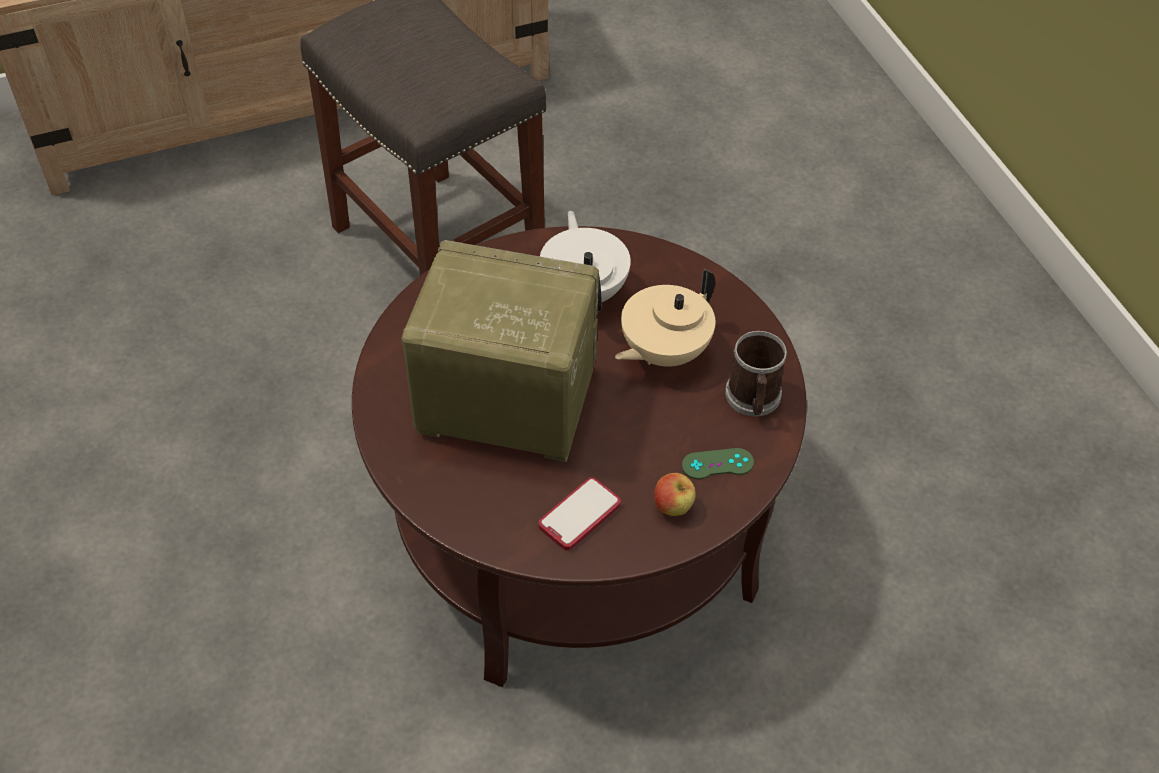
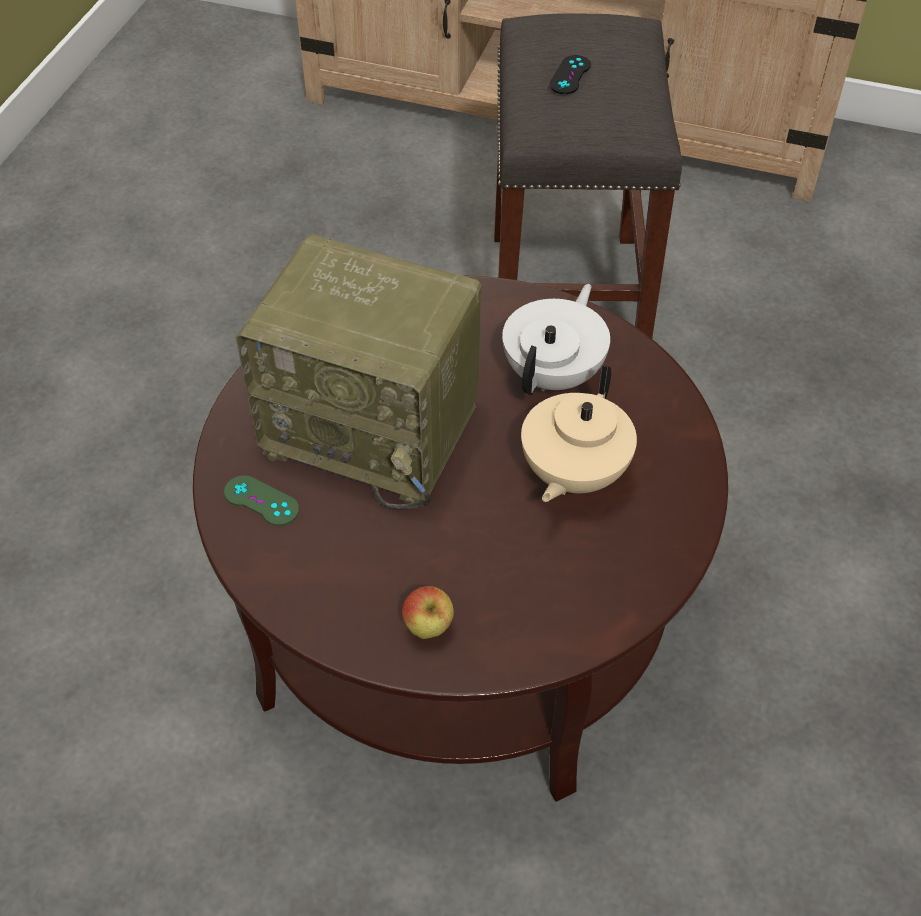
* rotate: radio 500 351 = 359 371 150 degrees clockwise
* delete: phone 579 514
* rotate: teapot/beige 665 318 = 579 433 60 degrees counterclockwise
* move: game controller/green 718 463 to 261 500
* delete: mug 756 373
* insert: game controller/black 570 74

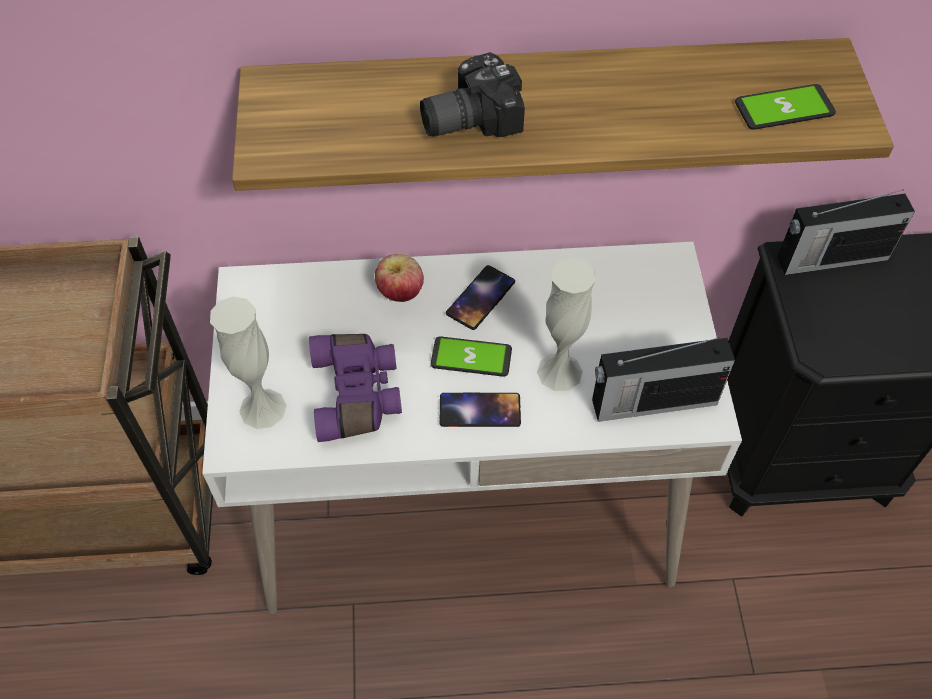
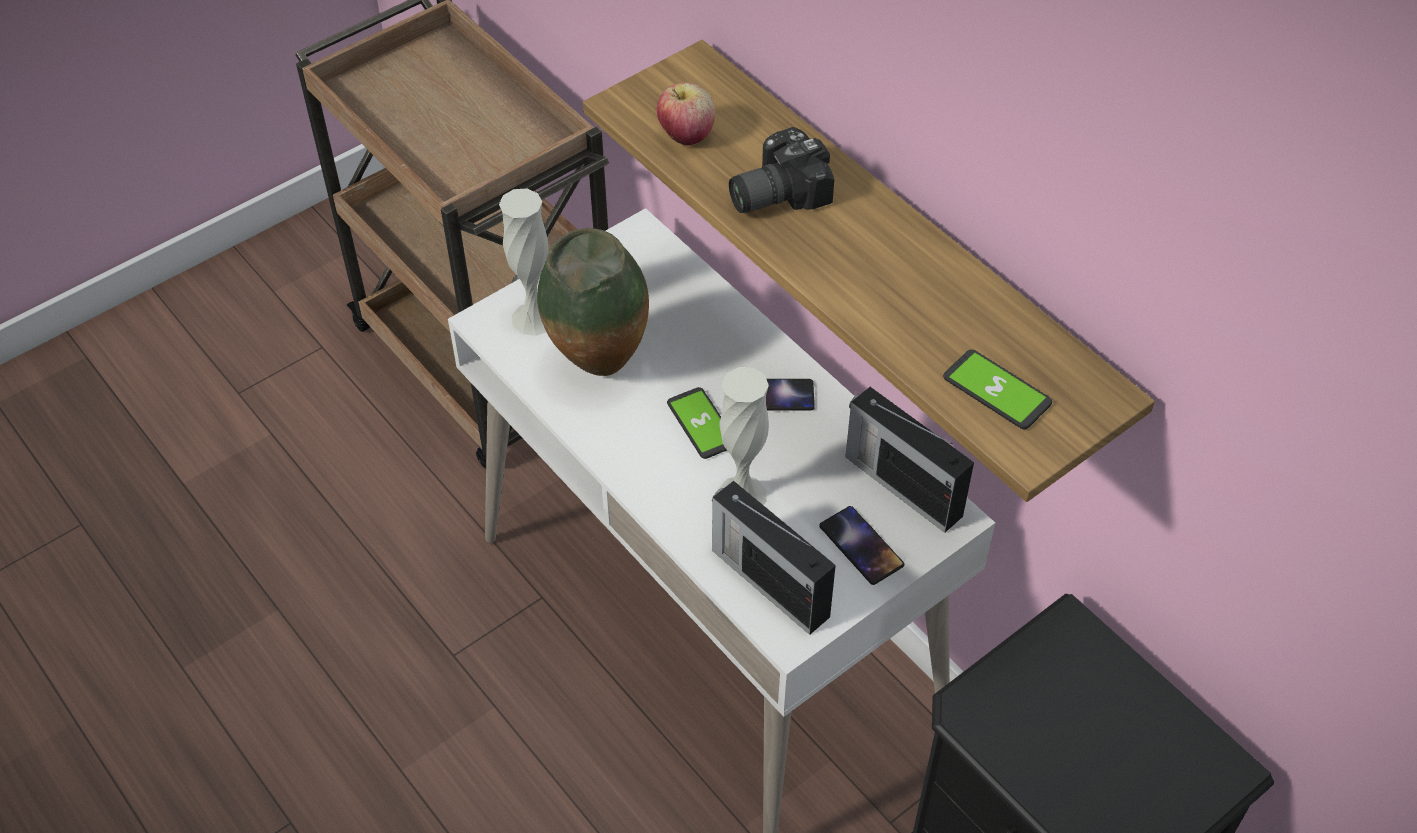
* replace: binoculars/purple 355 388 to vase 593 302
* move: apple 399 278 to 686 114
* rotate: photo camera 472 94 = 781 170 60 degrees counterclockwise
* move: phone 480 410 to 861 545
* move: radio 846 232 to 909 460

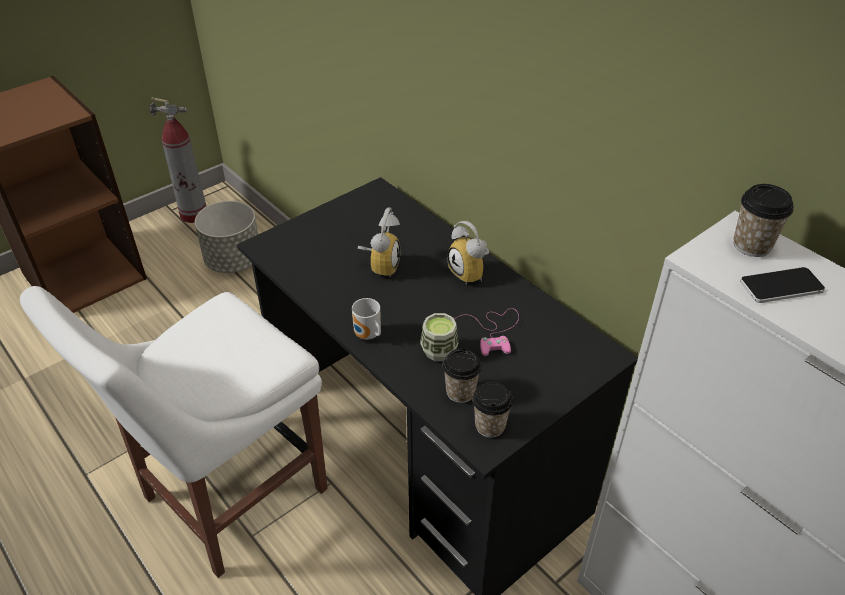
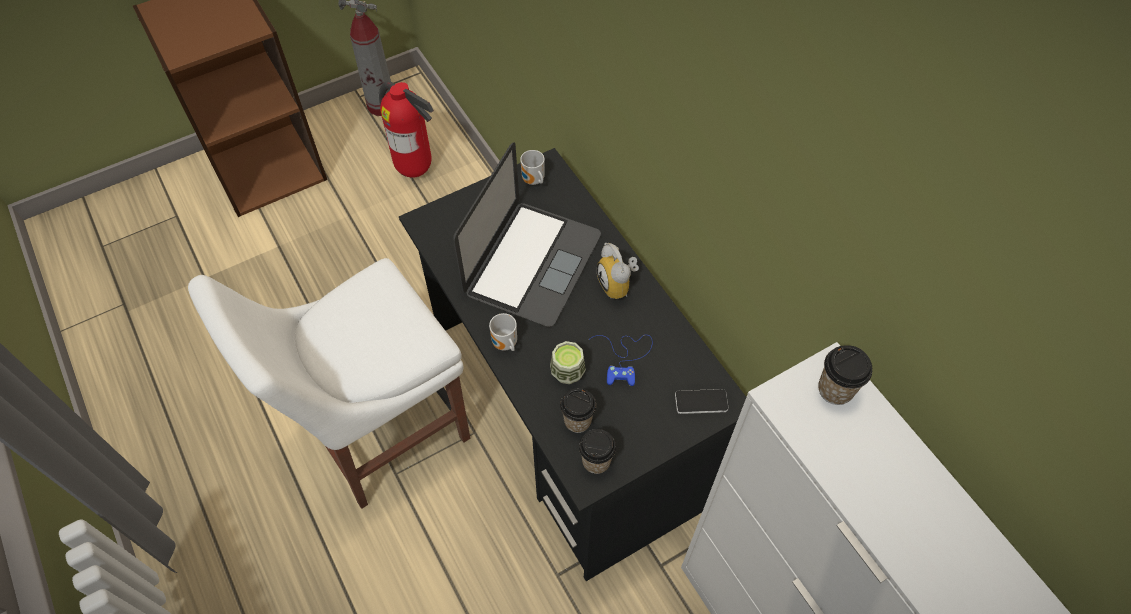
* replace: planter/grey 226 237 to fire extinguisher 406 129
* replace: alarm clock 379 242 to laptop 527 235
* recolor: game controller/pink 487 332 to game controller/blue 621 360
* move: phone 782 285 to 701 401
* insert: mug 532 167

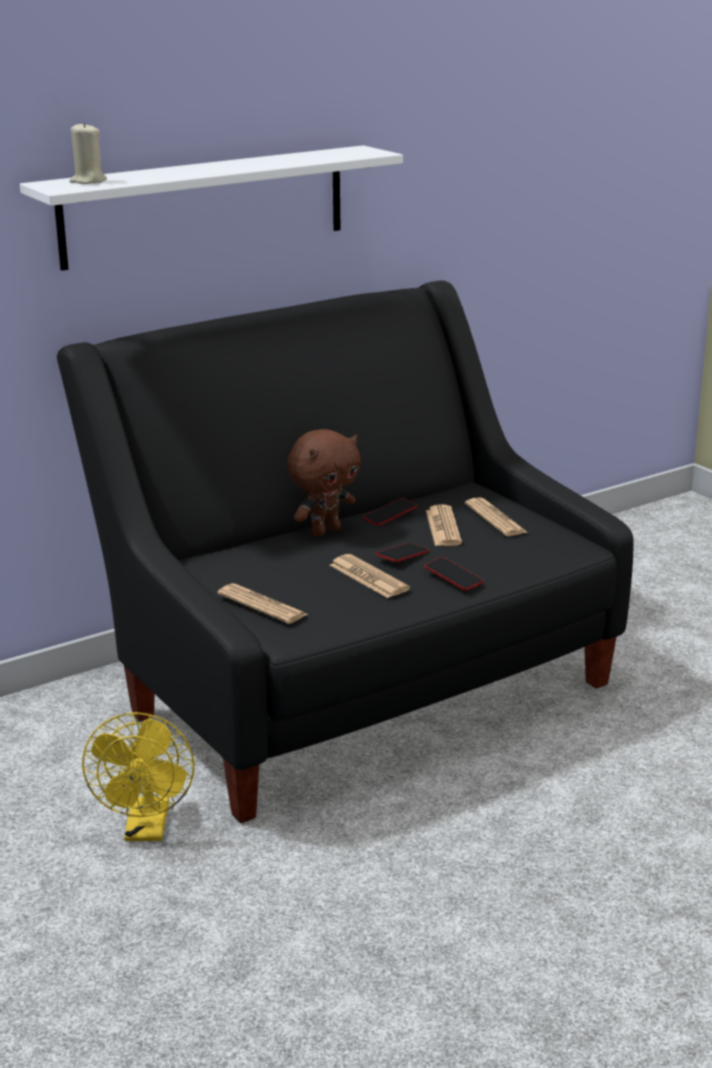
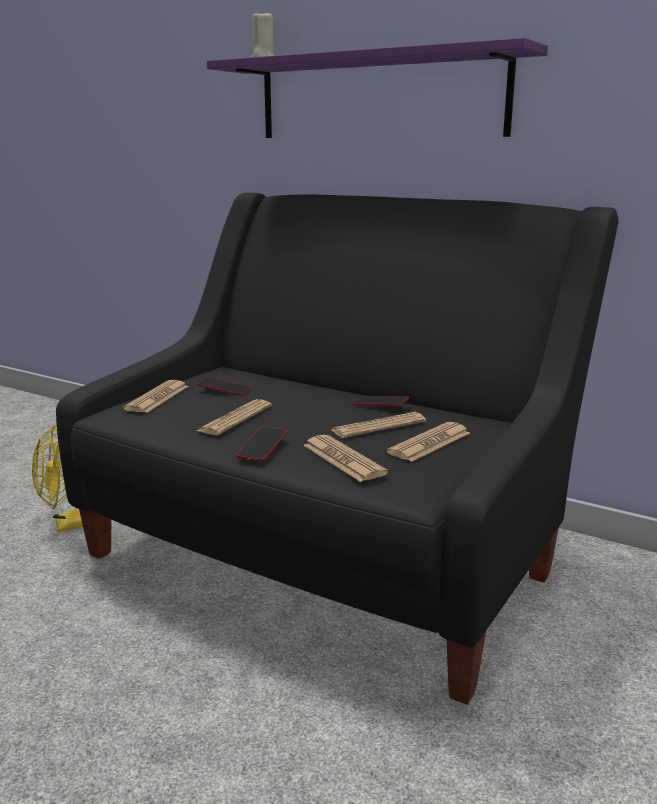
* recolor: shelf/white 211 208 to shelf/purple 377 87
* delete: plush toy/brown 324 483
* move: phone 402 552 to 224 386
* insert: newspaper 345 458

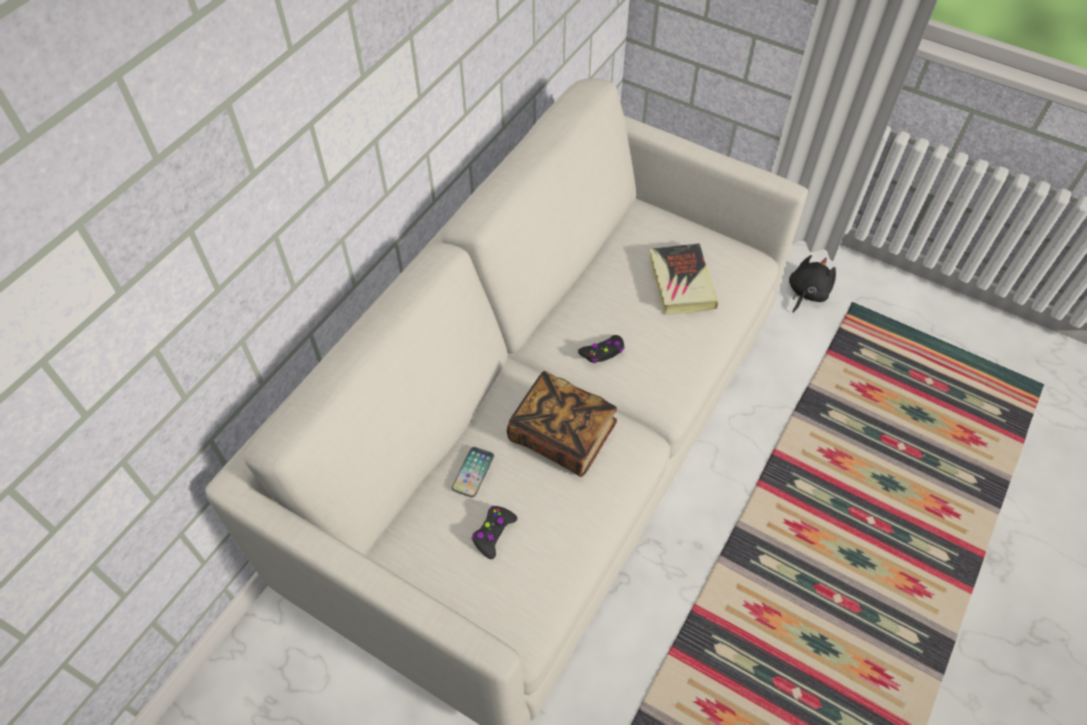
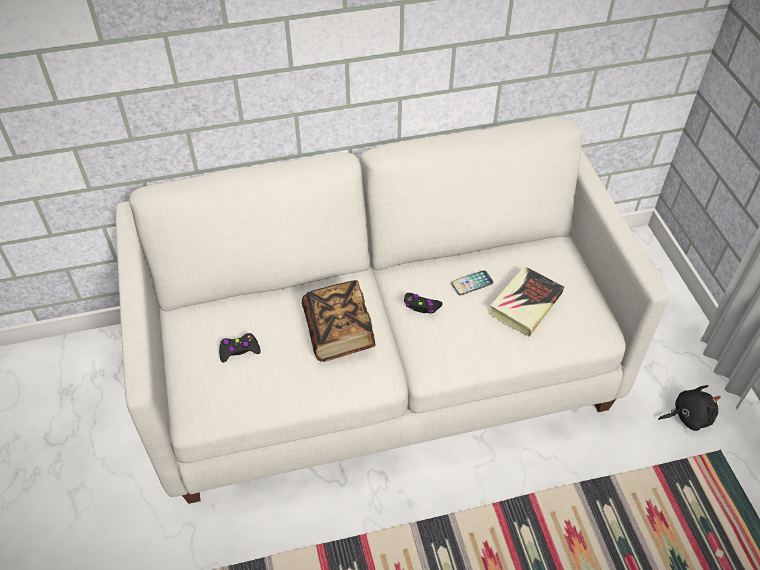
* move: phone 473 472 to 472 282

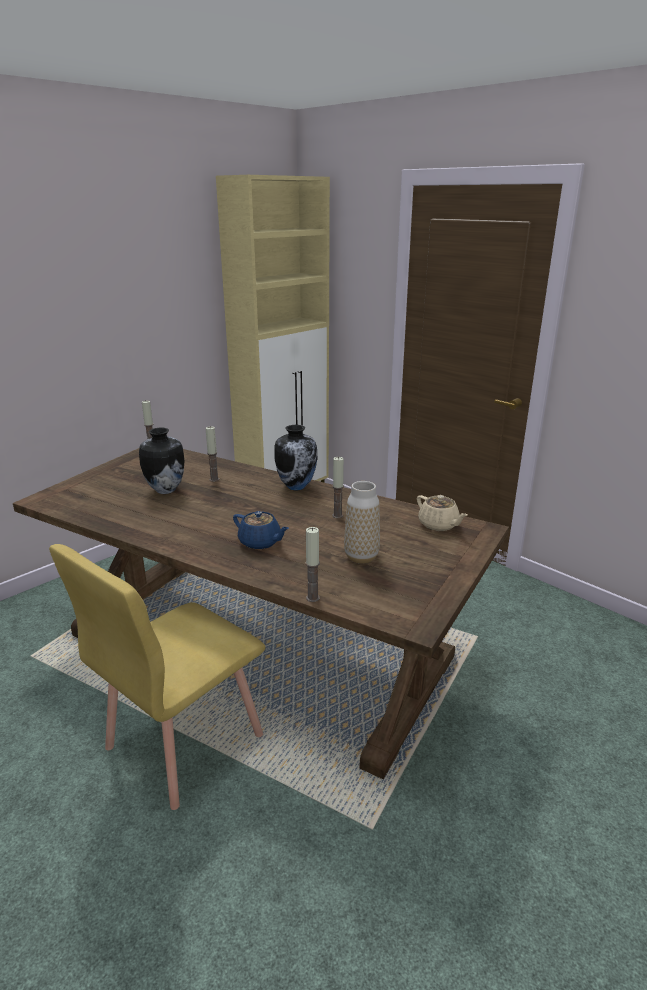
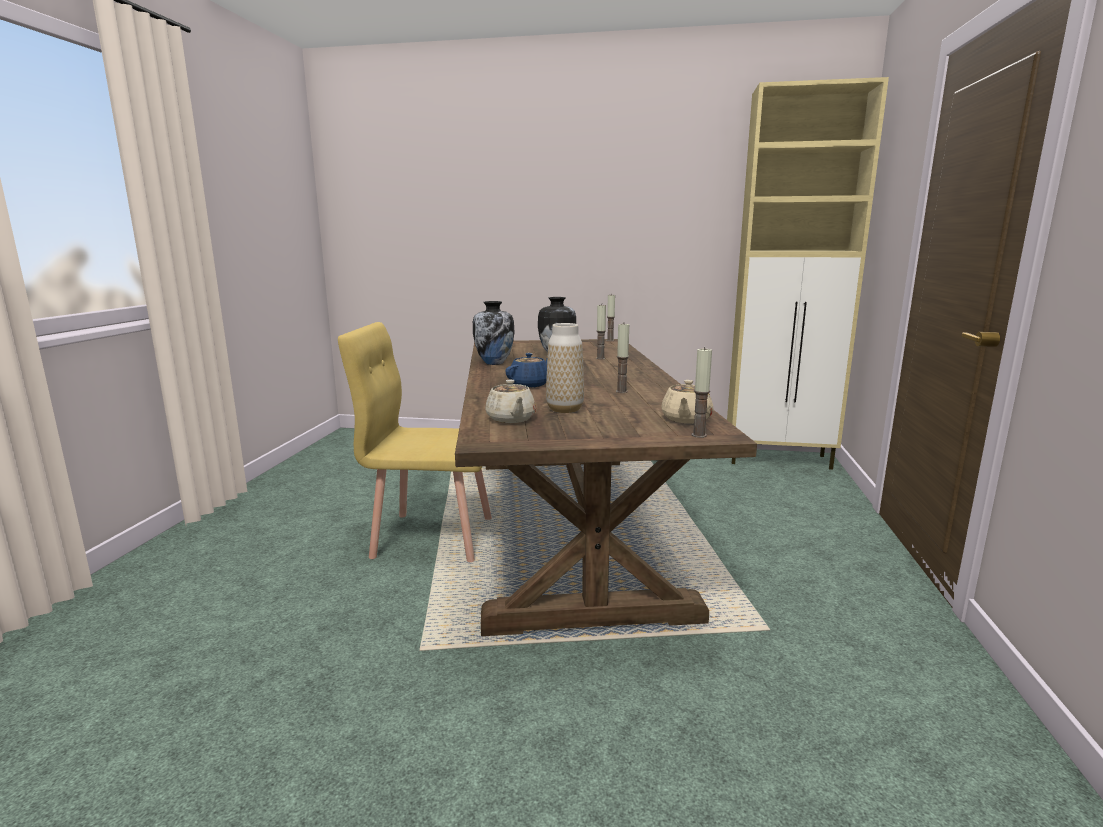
* rotate: teapot/blue 261 530 = 526 370 135 degrees counterclockwise
* move: vase 295 457 to 493 333
* move: candle 312 564 to 701 392
* insert: teapot/beige 511 401

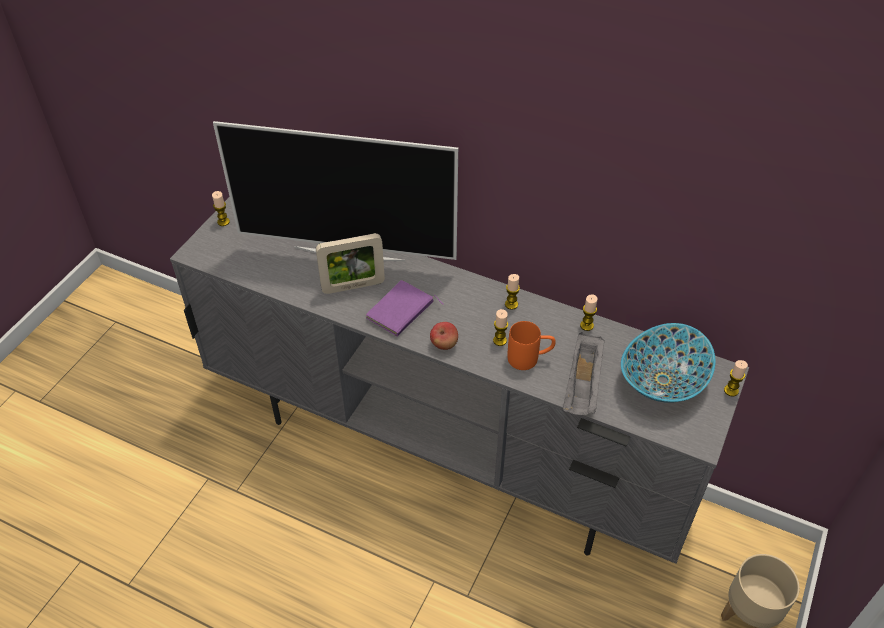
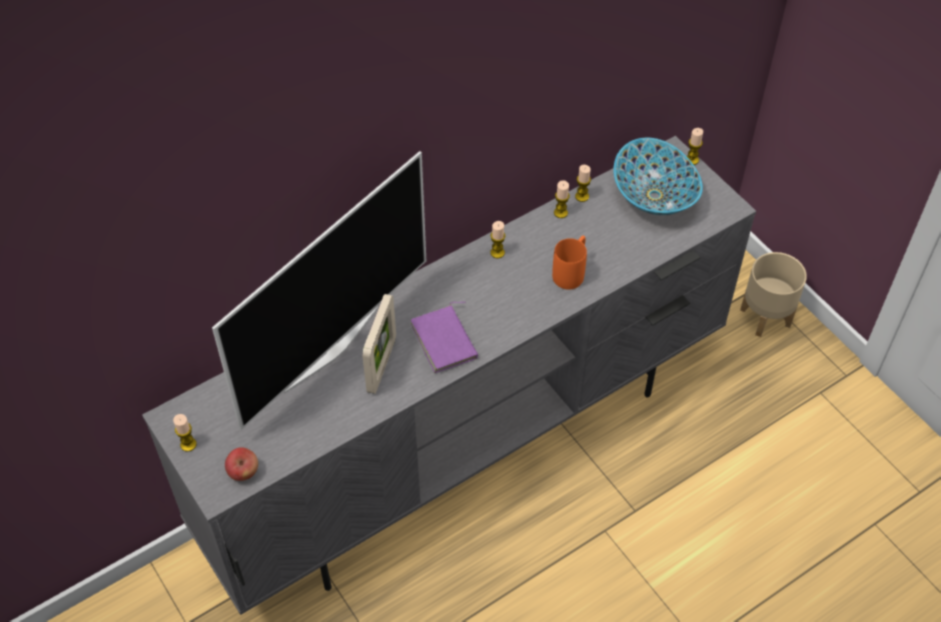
* move: apple 444 336 to 241 464
* move: candle 500 327 to 583 183
* delete: tray/grey 584 373

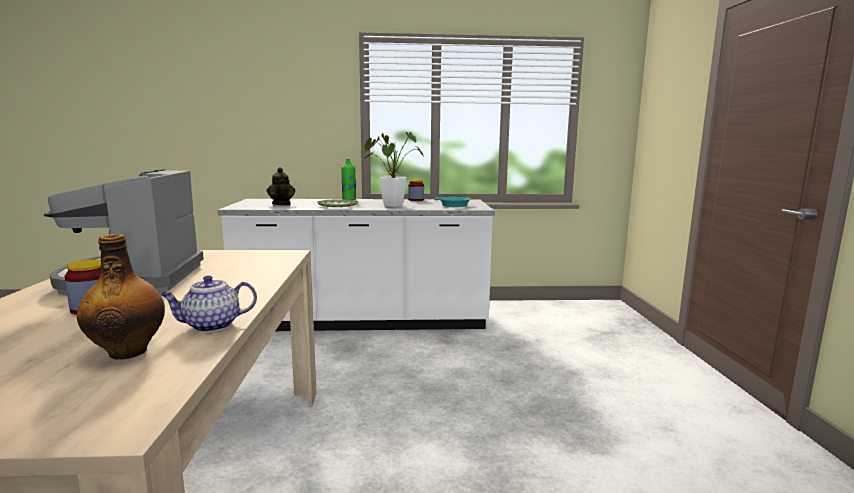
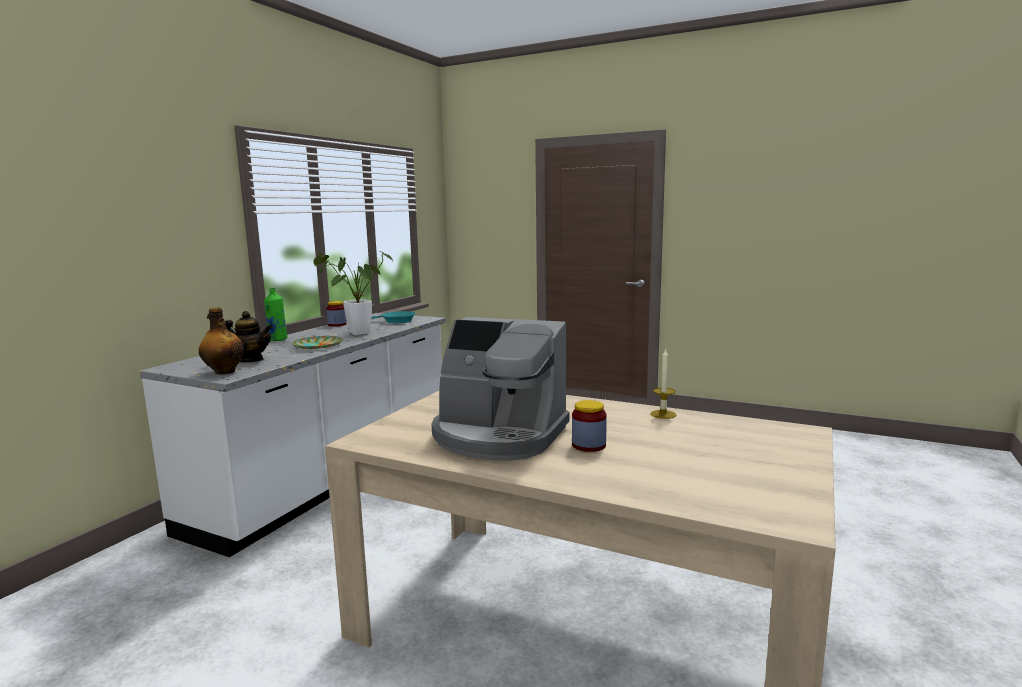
* move: bottle 120 296 to 221 340
* replace: teapot 208 303 to candle 663 384

